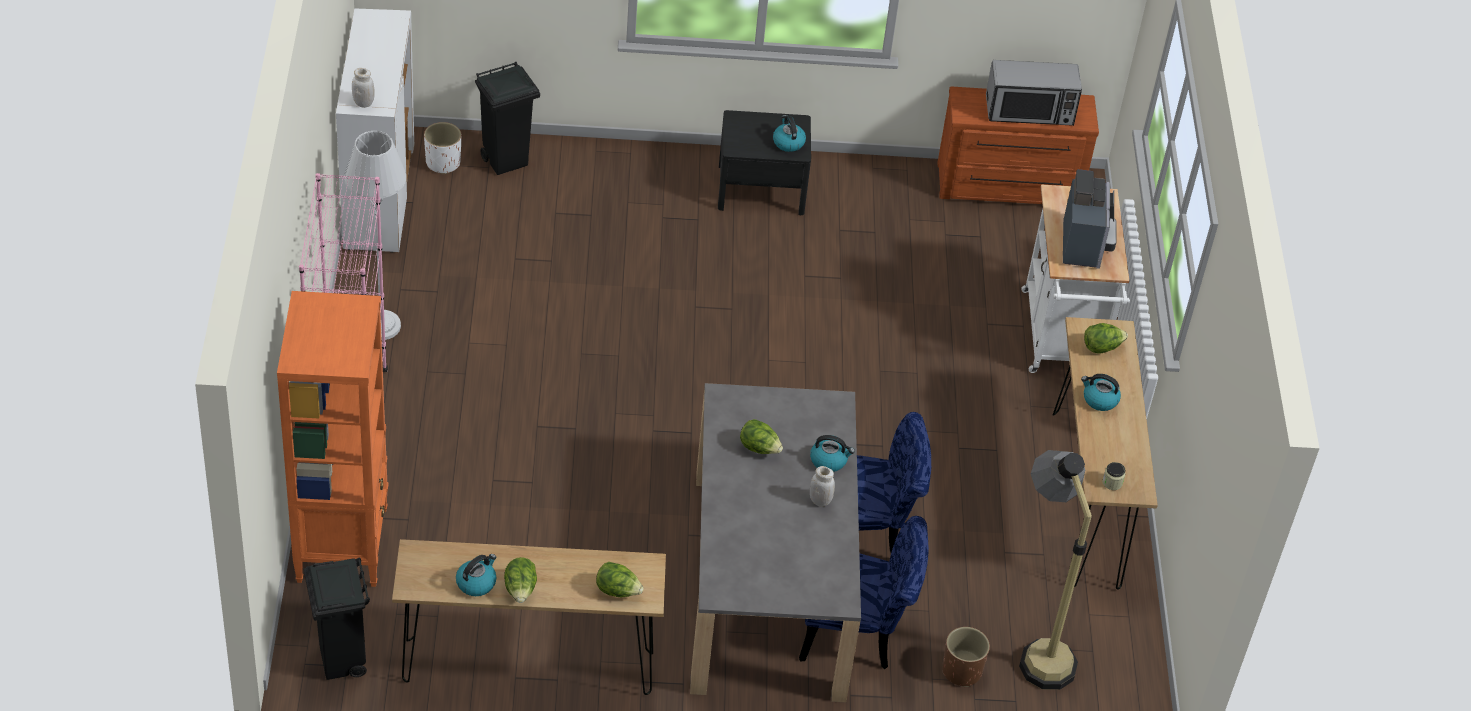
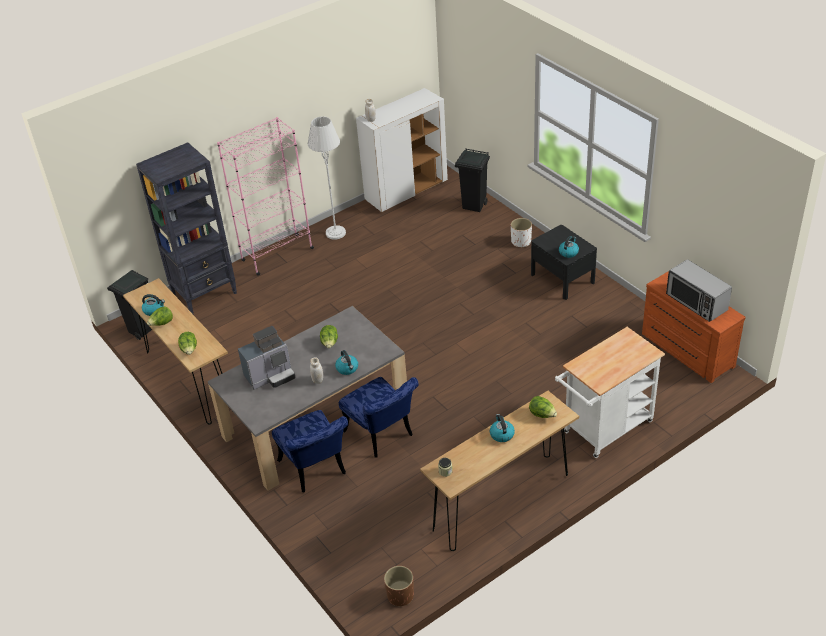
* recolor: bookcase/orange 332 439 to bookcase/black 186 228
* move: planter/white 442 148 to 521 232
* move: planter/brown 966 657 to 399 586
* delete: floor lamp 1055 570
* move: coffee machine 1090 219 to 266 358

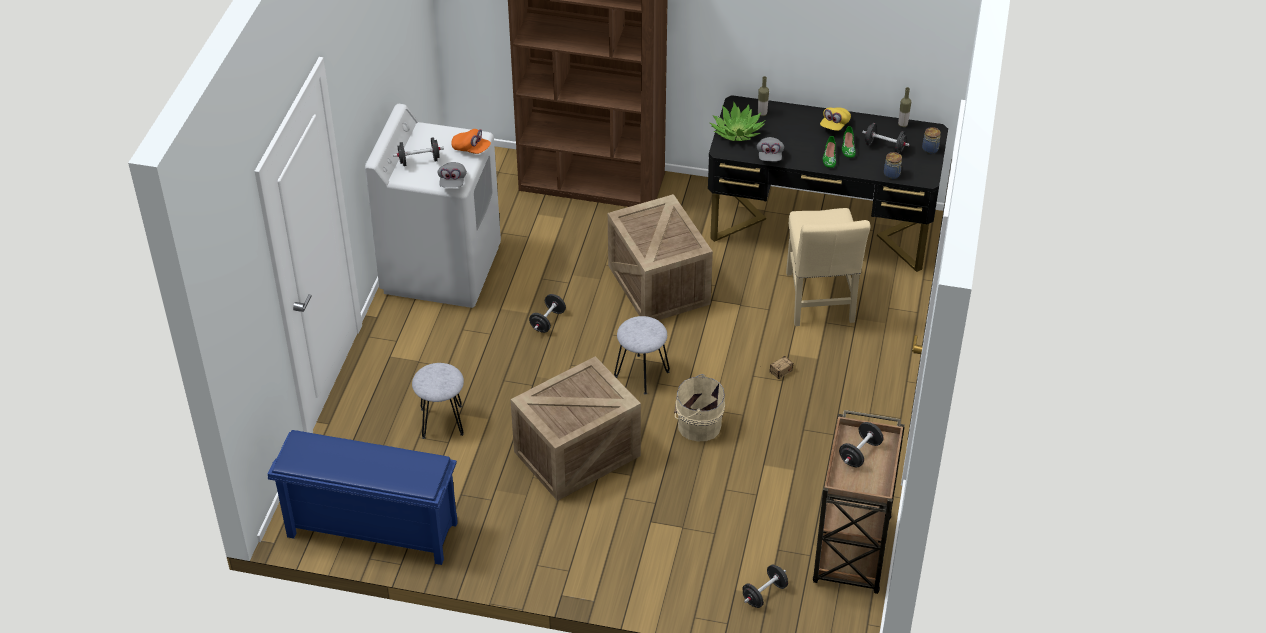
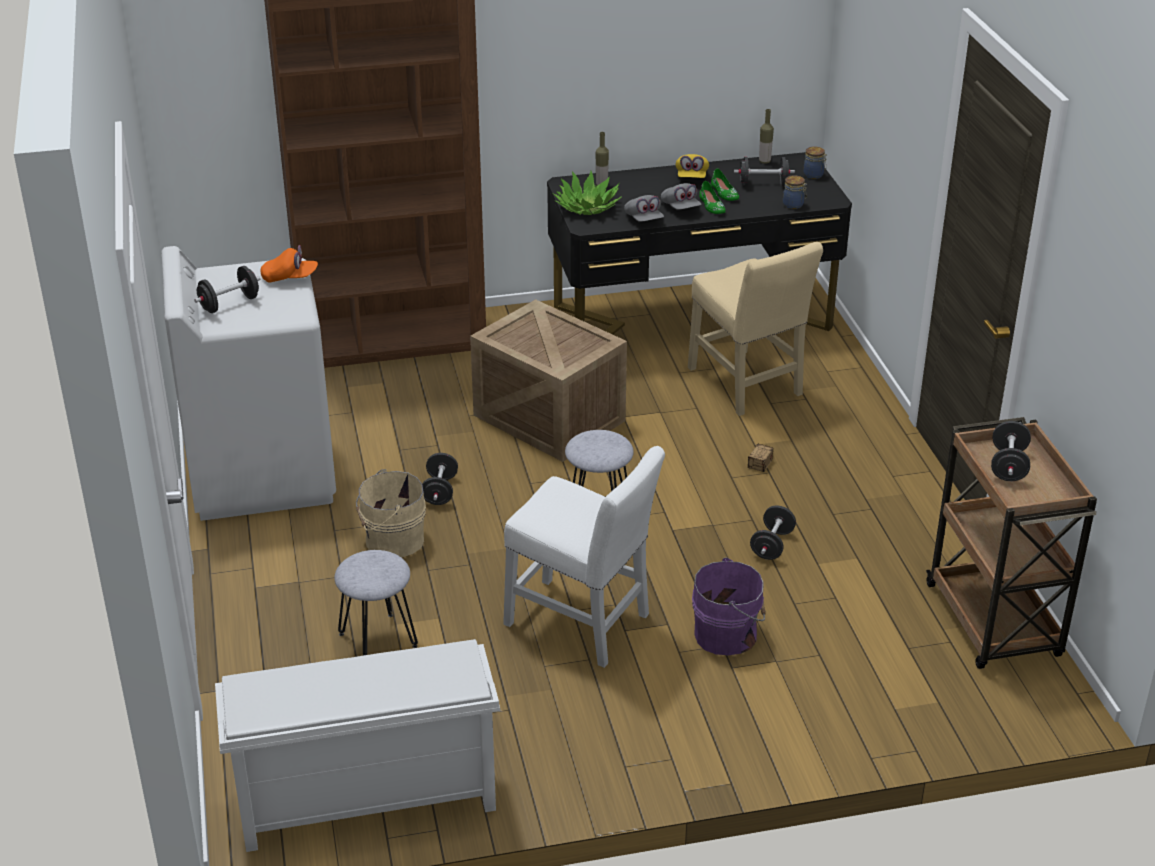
* recolor: shoe rack/blue 363 497 to shoe rack/white 357 745
* move: cap/grey 452 175 to 681 196
* replace: crate 575 429 to chair/white 584 557
* move: bucket/beige 699 407 to 391 513
* move: dumbbell/black 765 586 to 773 533
* insert: bucket/purple 729 606

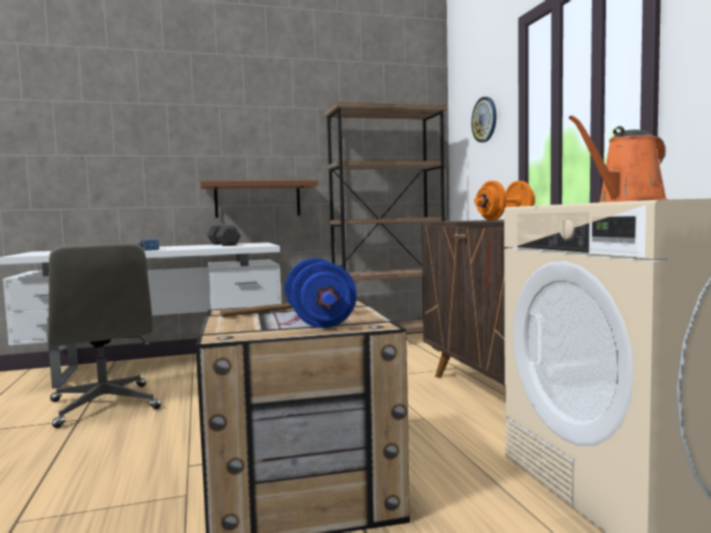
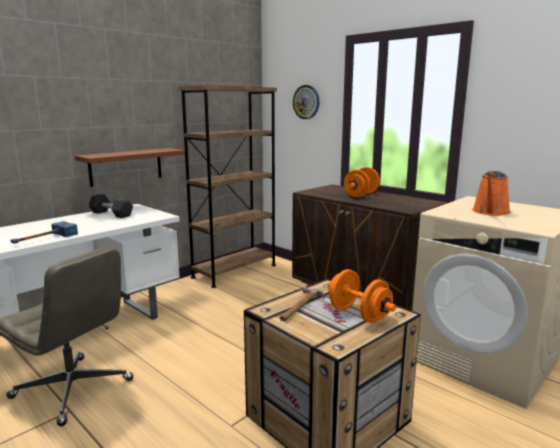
* recolor: dumbbell/blue 320 293 to dumbbell/orange 362 296

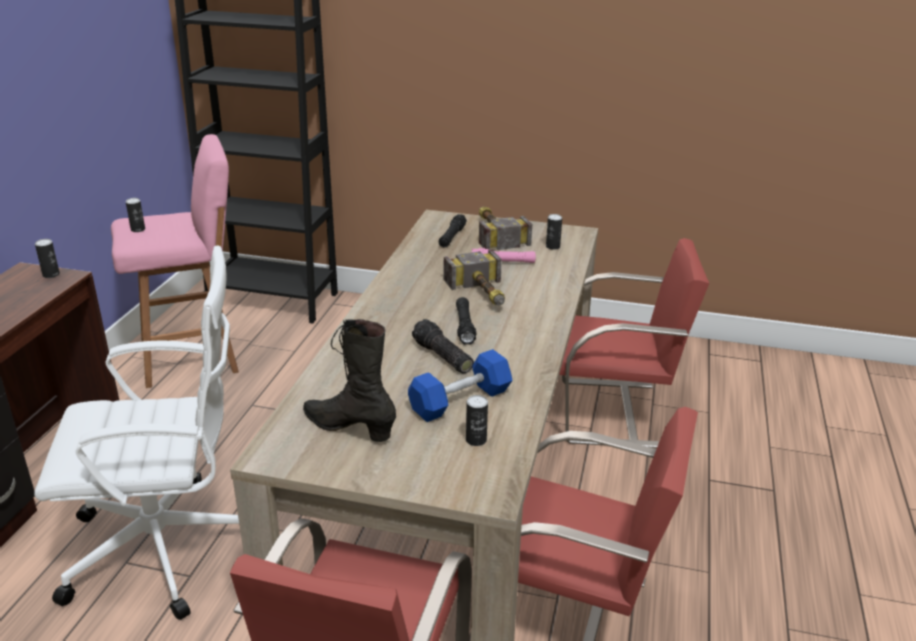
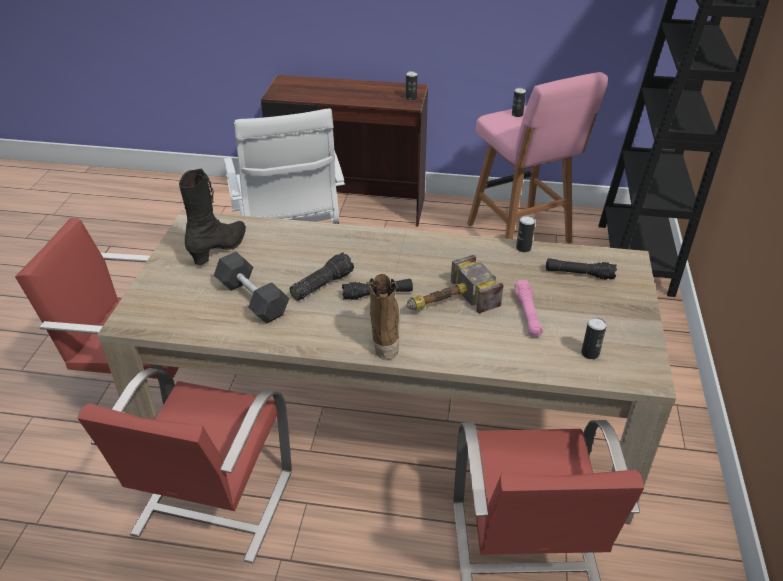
* recolor: dumbbell/blue 460 385 to dumbbell/grey 251 287
* move: can 477 420 to 525 233
* delete: hammer 505 228
* insert: boot 383 317

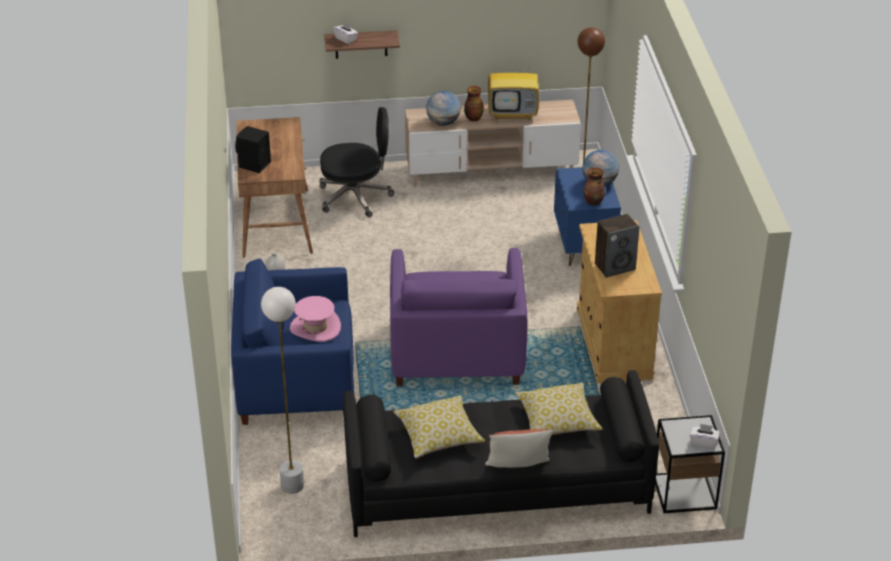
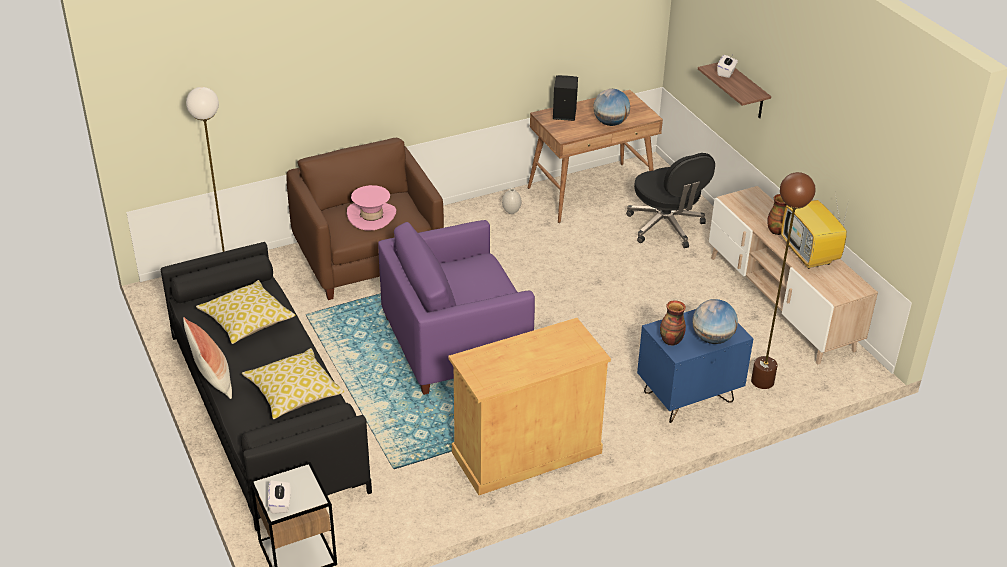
* recolor: armchair/blue 292 342 to armchair/brown 365 219
* move: globe 443 108 to 611 107
* delete: speaker 617 246

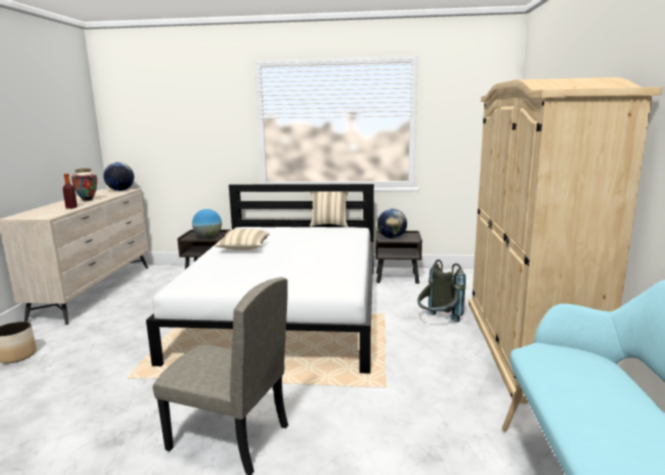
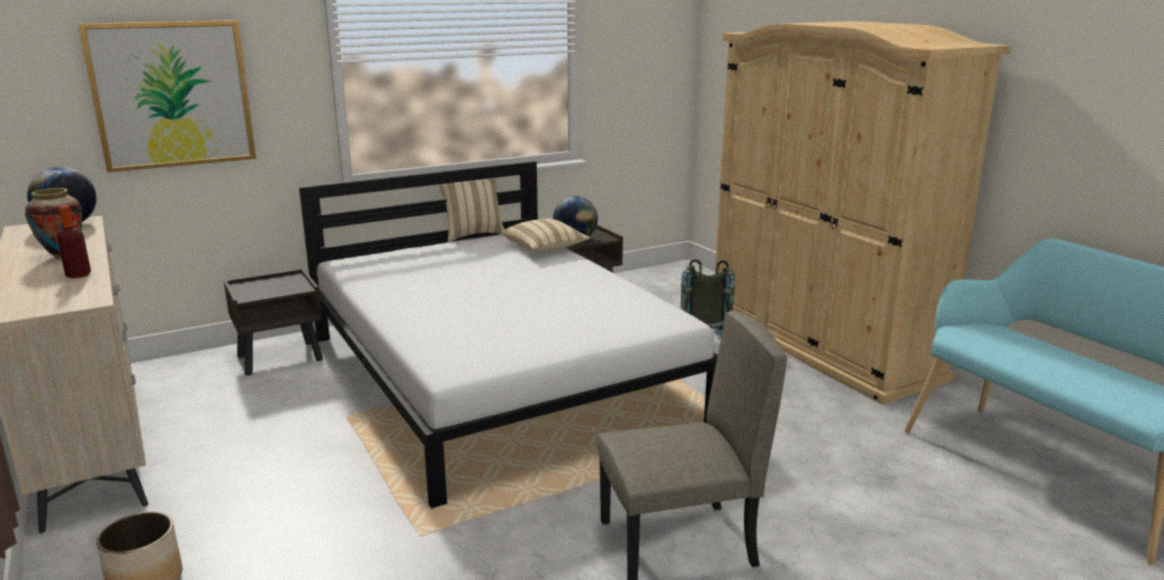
* delete: globe 207 223
* move: pillow/beige 241 239 to 545 235
* insert: picture 167 96

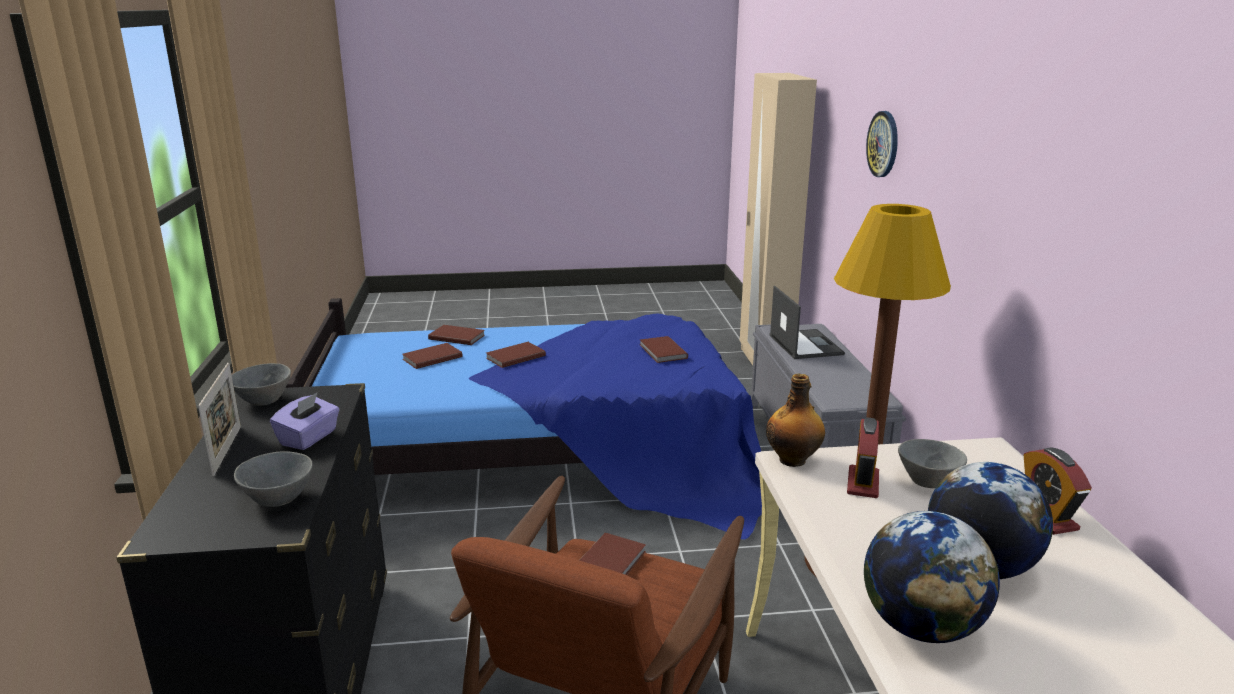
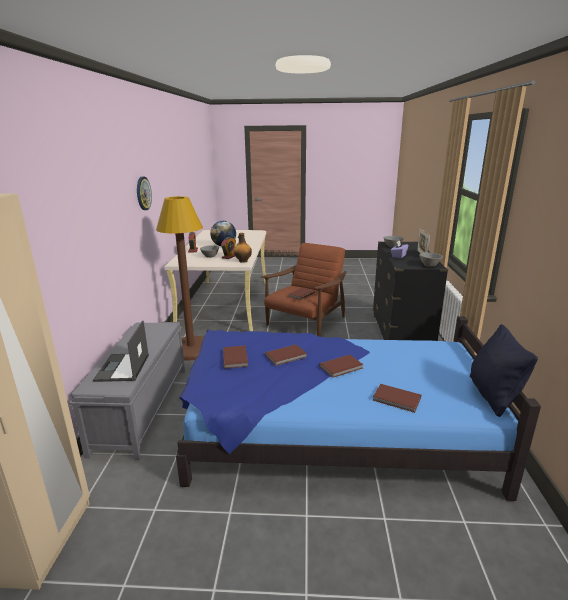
* move: book/brown 432 356 to 286 355
* delete: globe 932 577
* move: wall clock 882 144 to 144 193
* insert: pillow/black 504 370

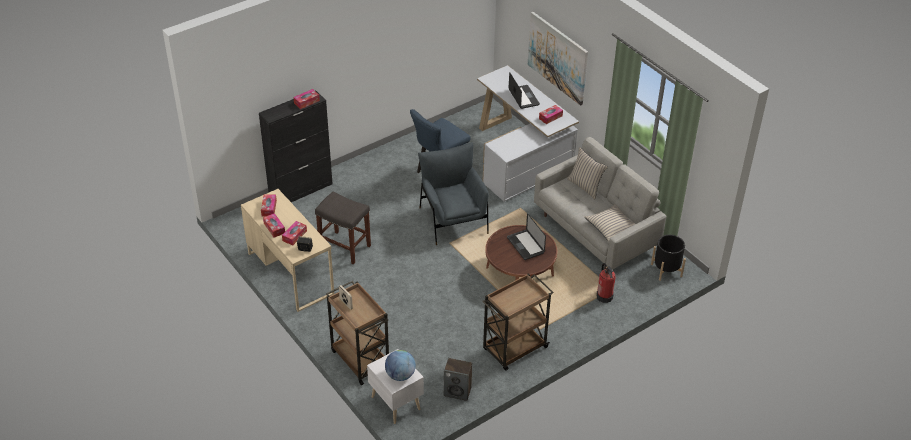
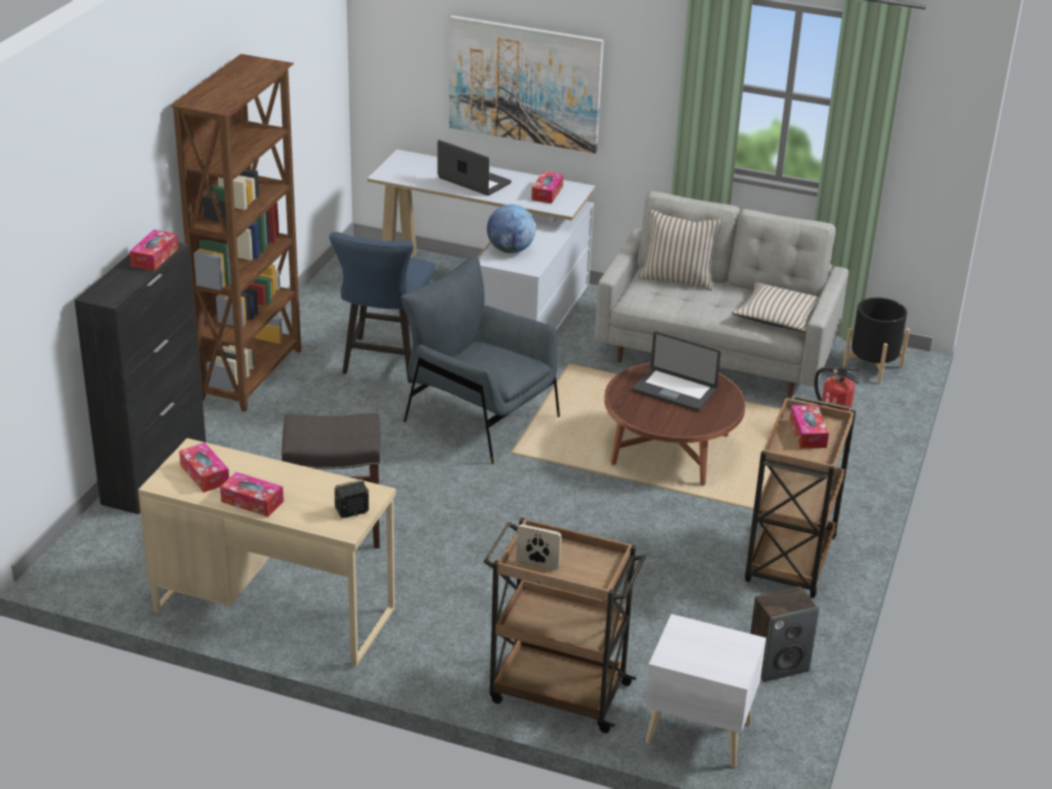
* move: tissue box 294 233 to 809 426
* move: globe 400 365 to 511 228
* insert: bookcase/brown 235 233

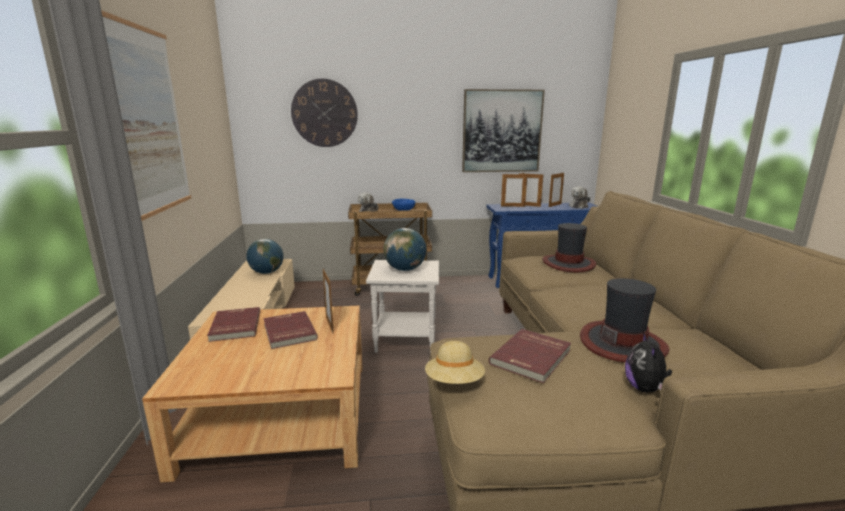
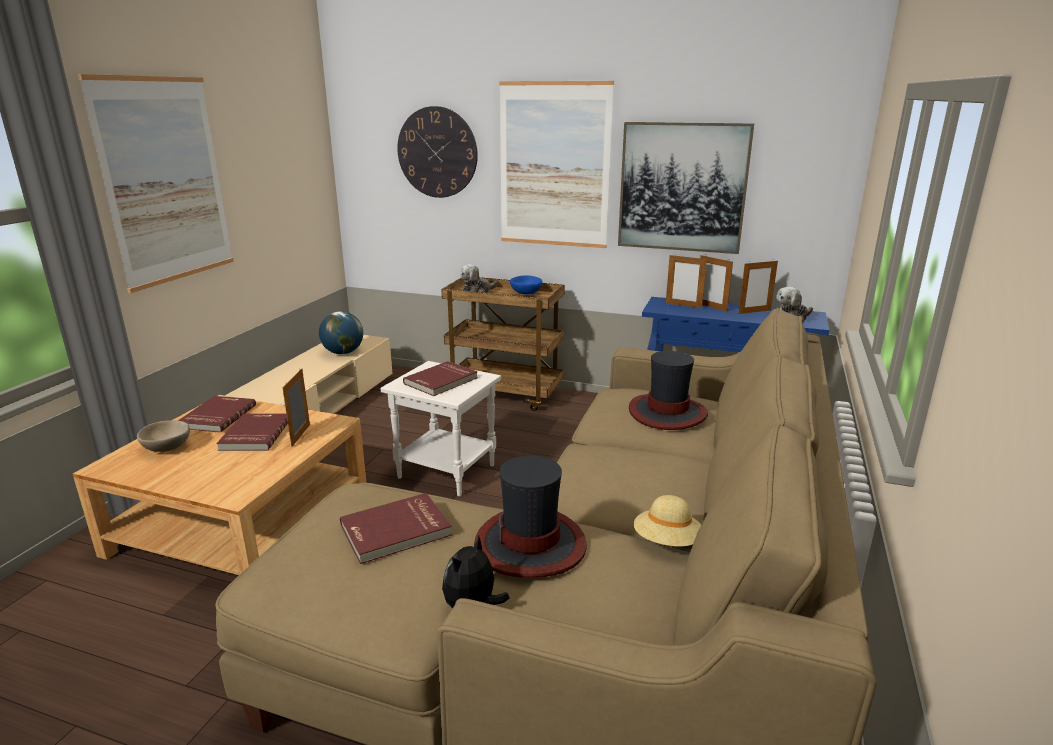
* replace: globe 405 249 to book/red 440 378
* move: hat/beige 455 362 to 667 521
* insert: bowl/beige 163 436
* insert: picture 556 164

